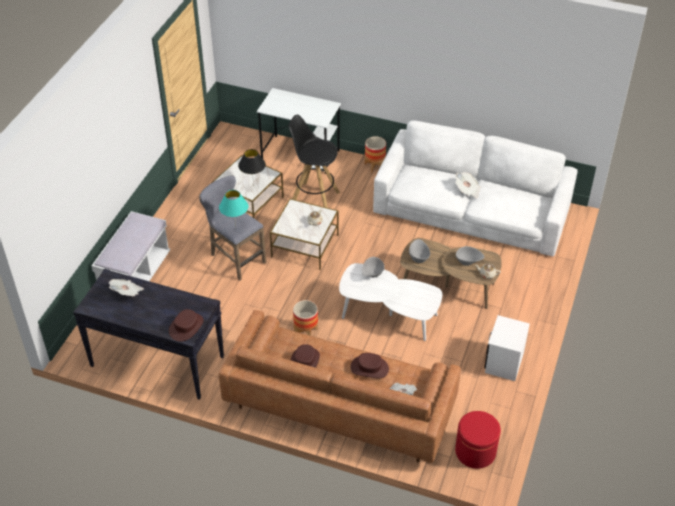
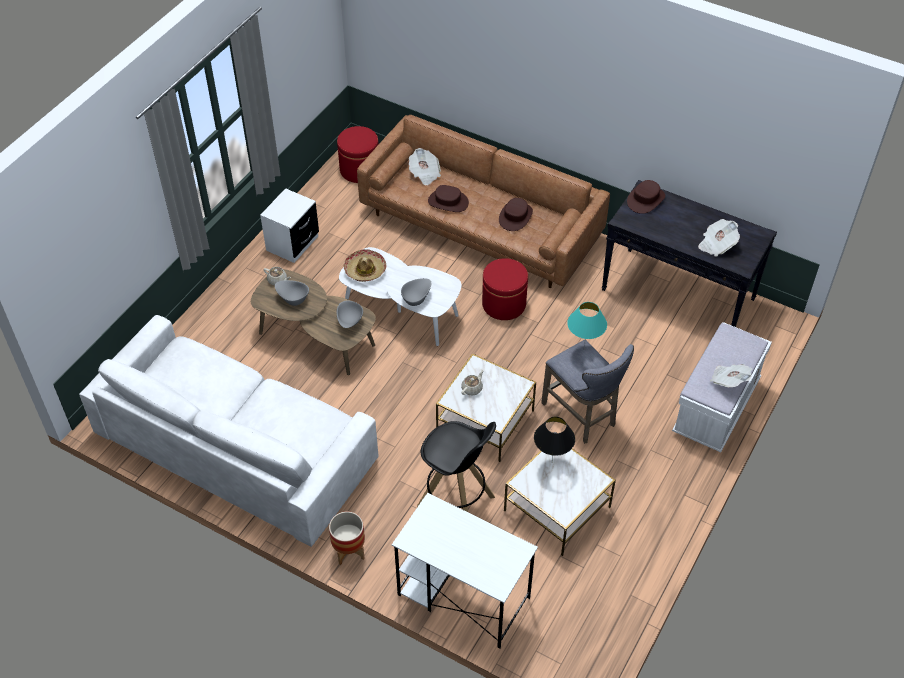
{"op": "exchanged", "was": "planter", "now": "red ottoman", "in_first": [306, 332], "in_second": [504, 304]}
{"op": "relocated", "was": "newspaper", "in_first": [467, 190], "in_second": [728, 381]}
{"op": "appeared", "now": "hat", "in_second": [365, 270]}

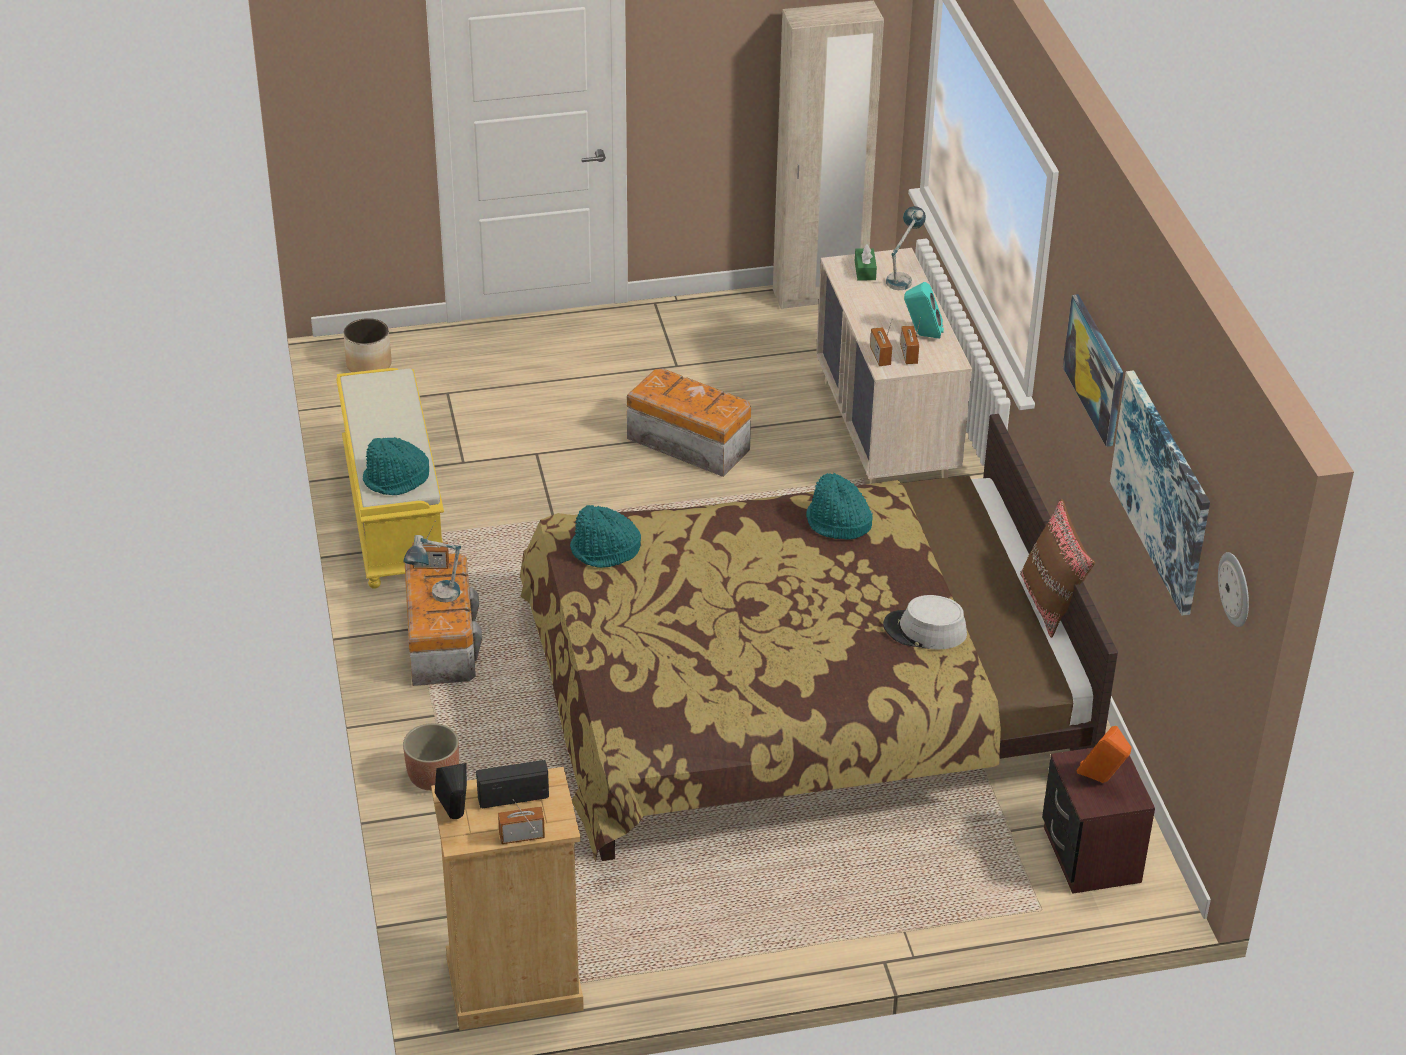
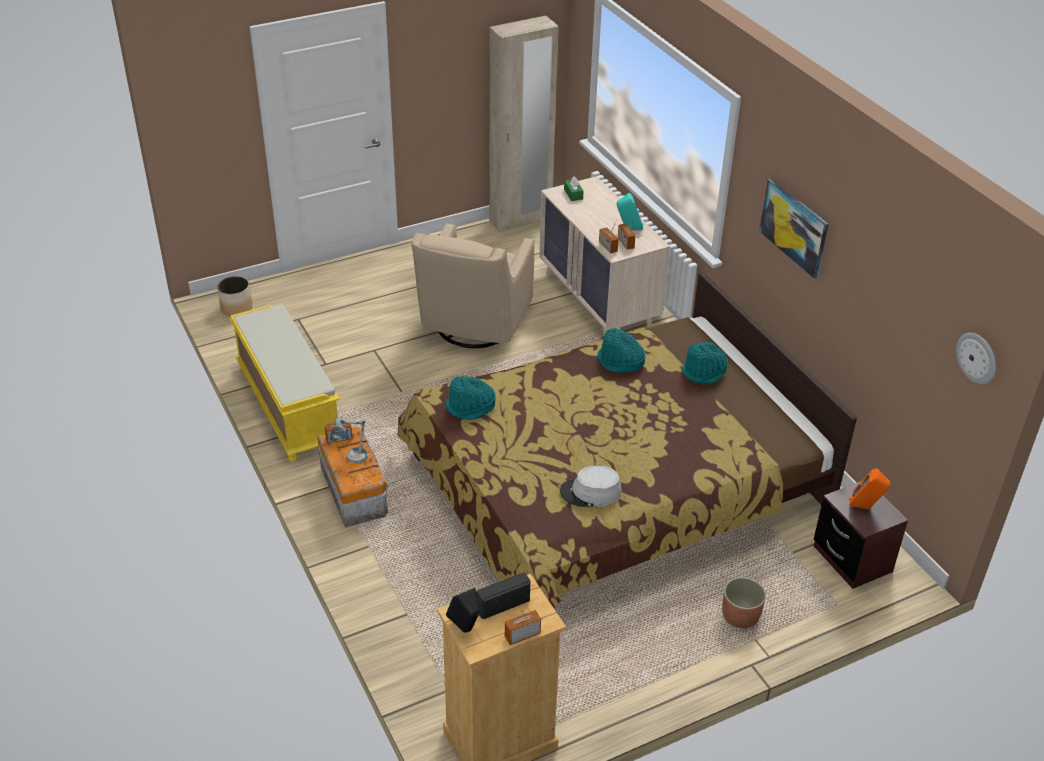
{"op": "relocated", "was": "turquoise hat", "in_first": [396, 479], "in_second": [704, 372]}
{"op": "relocated", "was": "planter", "in_first": [433, 776], "in_second": [740, 616]}
{"op": "exchanged", "was": "storage box", "now": "beige armchair", "in_first": [688, 442], "in_second": [473, 327]}
{"op": "relocated", "was": "grey hat", "in_first": [925, 630], "in_second": [590, 492]}
{"op": "missing", "was": "table lamp", "in_first": [903, 277]}
{"op": "missing", "was": "brown pillow", "in_first": [1051, 603]}
{"op": "missing", "was": "picture", "in_first": [1162, 490]}

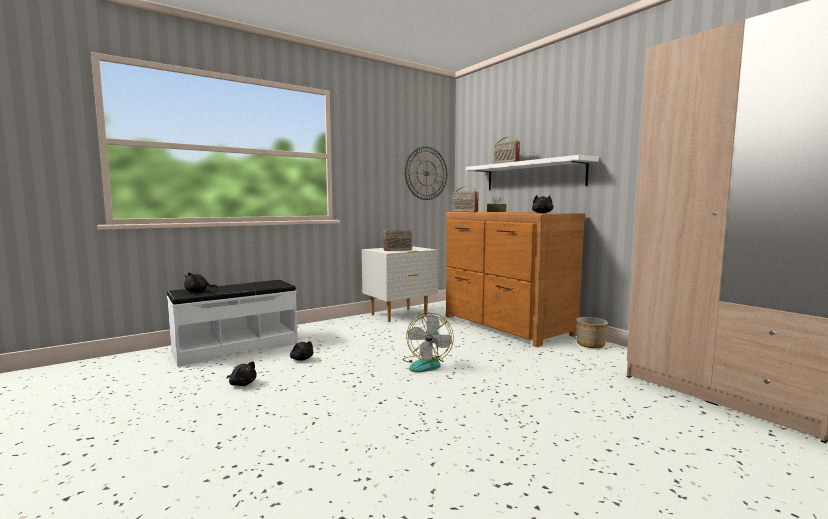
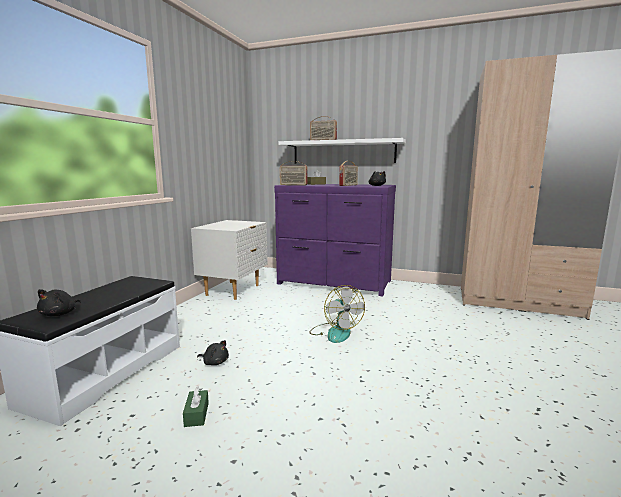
{"op": "exchanged", "was": "black plush toy", "now": "green tissue box", "in_first": [242, 384], "in_second": [196, 414]}
{"op": "relocated", "was": "radio", "in_first": [398, 250], "in_second": [348, 185]}
{"op": "missing", "was": "wall clock", "in_first": [426, 173]}
{"op": "colour", "was": "brown dresser", "now": "purple dresser", "in_first": [505, 325], "in_second": [334, 283]}
{"op": "missing", "was": "planter", "in_first": [591, 344]}

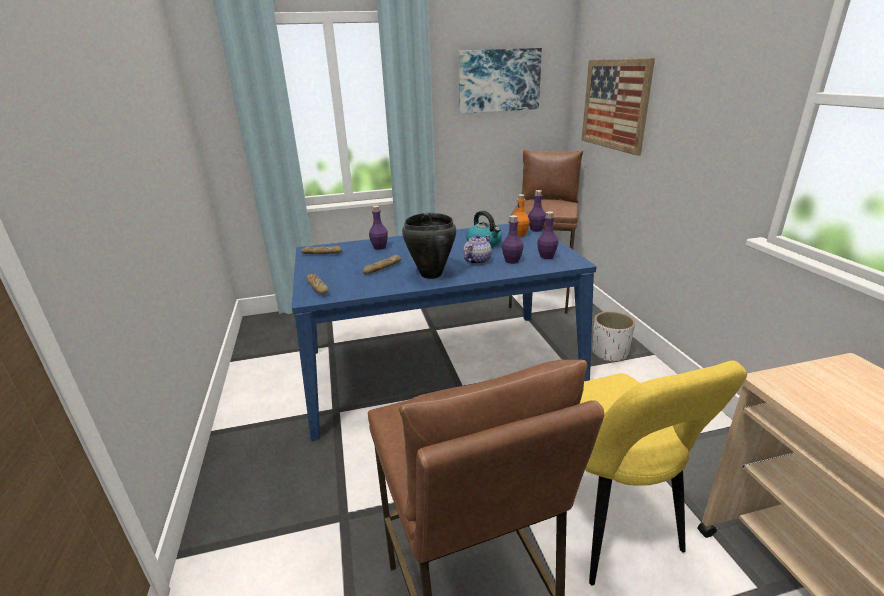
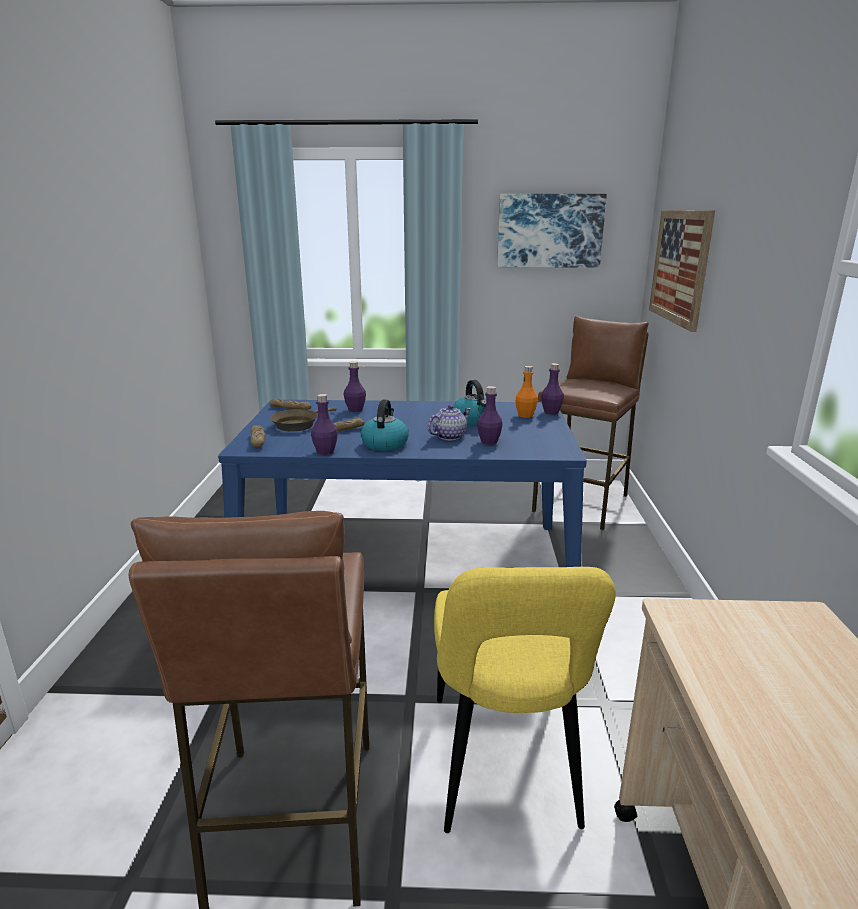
{"op": "exchanged", "was": "black cooking pot", "now": "kettle", "in_first": [430, 274], "in_second": [384, 443]}
{"op": "relocated", "was": "purple bottle", "in_first": [546, 256], "in_second": [325, 451]}
{"op": "missing", "was": "white planter", "in_first": [610, 353]}
{"op": "appeared", "now": "brown frying pan", "in_second": [298, 424]}

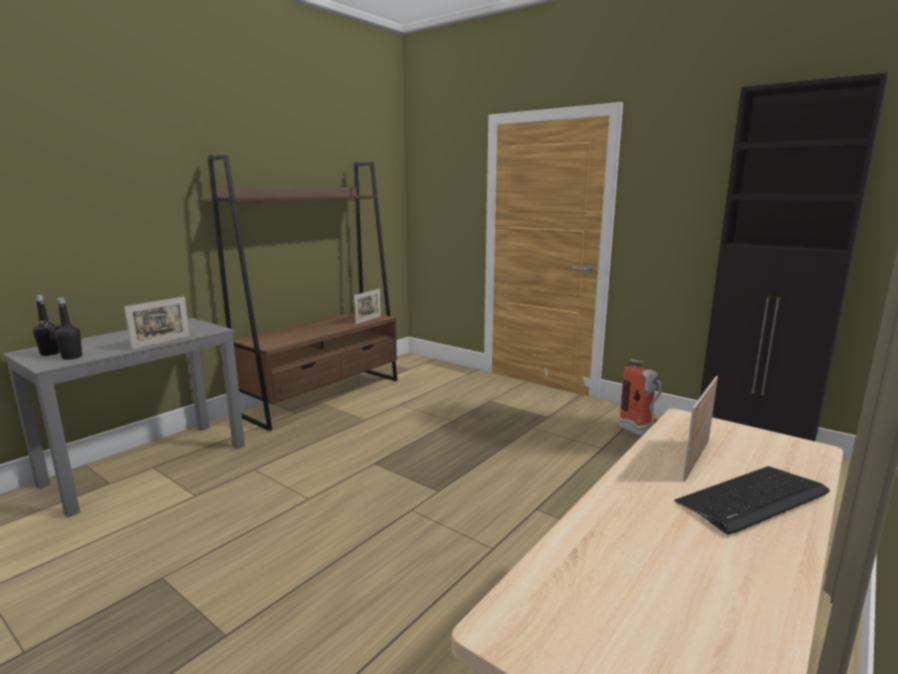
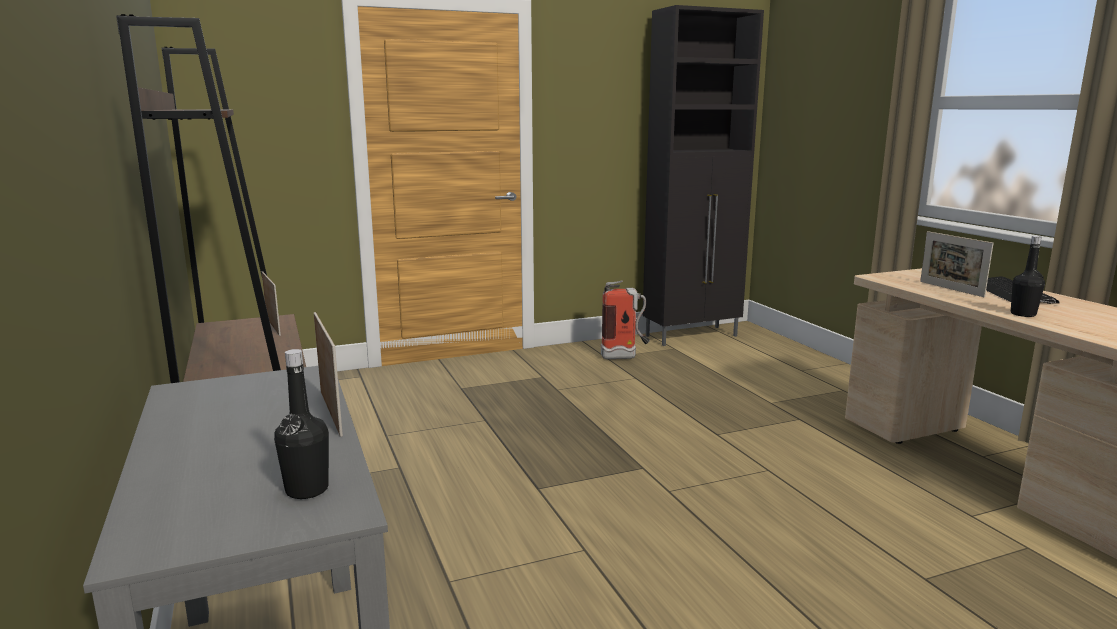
{"op": "relocated", "was": "black bottle", "in_first": [50, 353], "in_second": [1023, 314]}

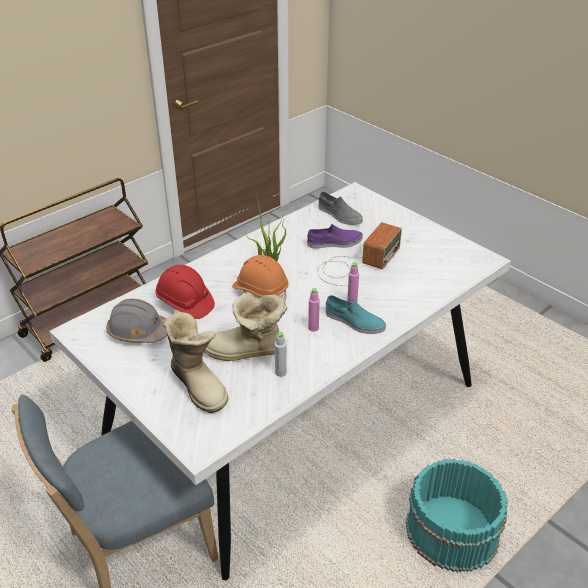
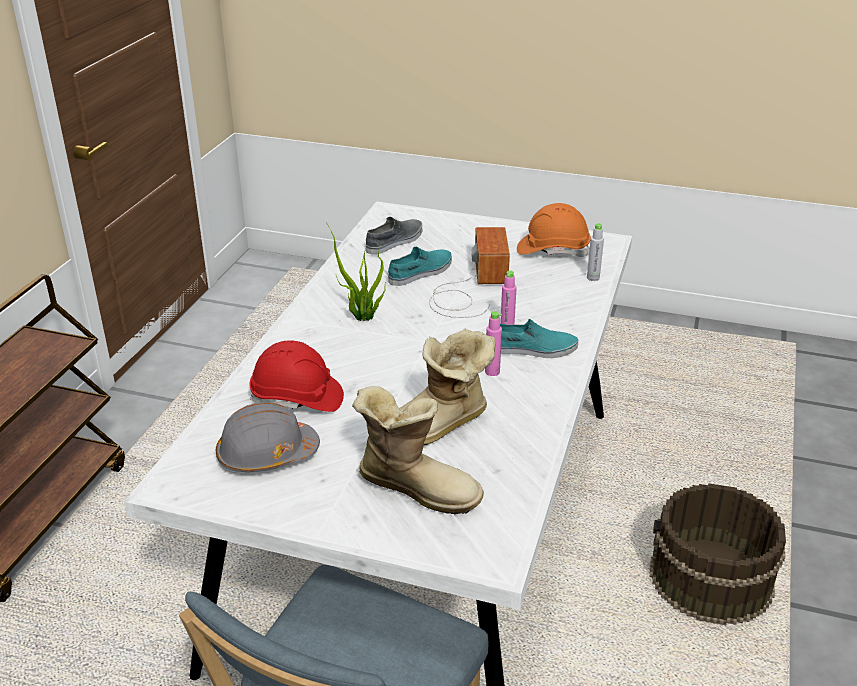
{"op": "relocated", "was": "orange hard hat", "in_first": [260, 290], "in_second": [552, 250]}
{"op": "relocated", "was": "grey bottle", "in_first": [280, 372], "in_second": [593, 278]}
{"op": "colour", "was": "purple shoe", "now": "turquoise shoe", "in_first": [335, 243], "in_second": [421, 272]}
{"op": "spun", "was": "grey shoe", "in_first": [339, 215], "in_second": [395, 241], "clockwise": -60}
{"op": "colour", "was": "turquoise bucket", "now": "brown bucket", "in_first": [451, 532], "in_second": [710, 580]}

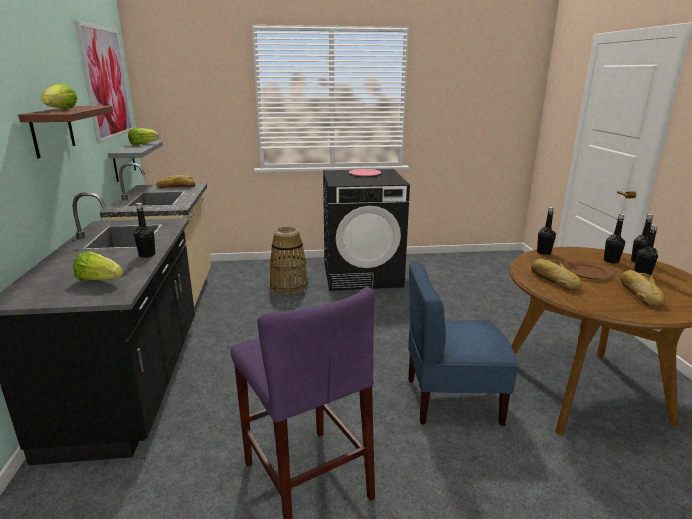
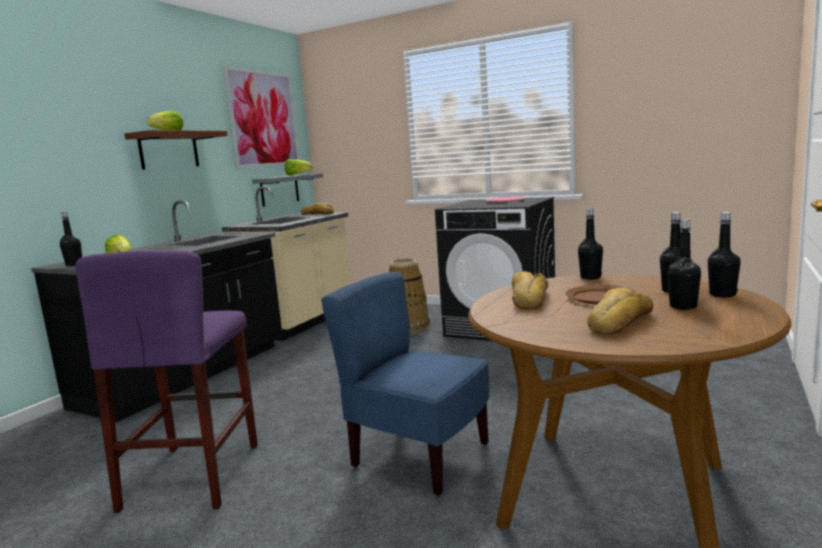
{"op": "relocated", "was": "black bottle", "in_first": [147, 255], "in_second": [74, 265]}

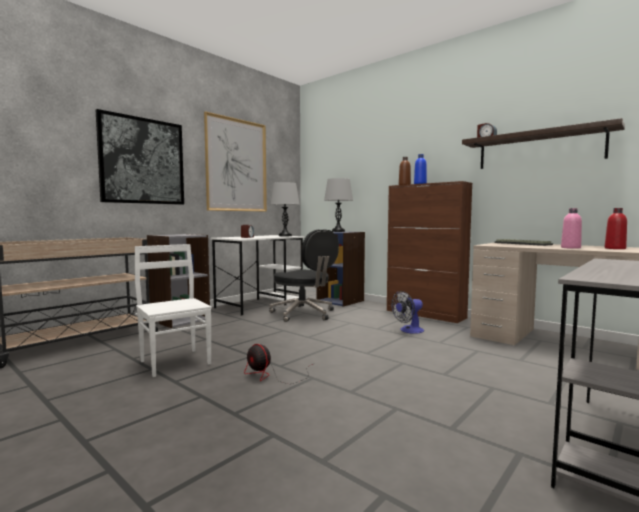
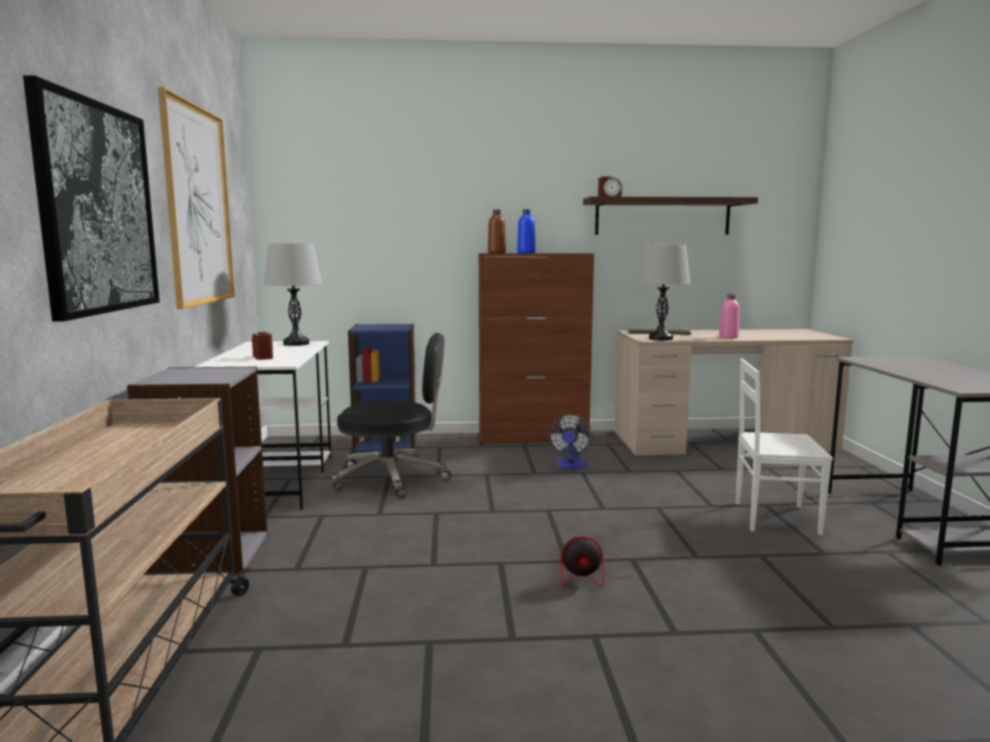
{"op": "relocated", "was": "white chair", "in_first": [176, 362], "in_second": [774, 517]}
{"op": "relocated", "was": "grey table lamp", "in_first": [338, 231], "in_second": [660, 338]}
{"op": "missing", "was": "red bottle", "in_first": [615, 248]}

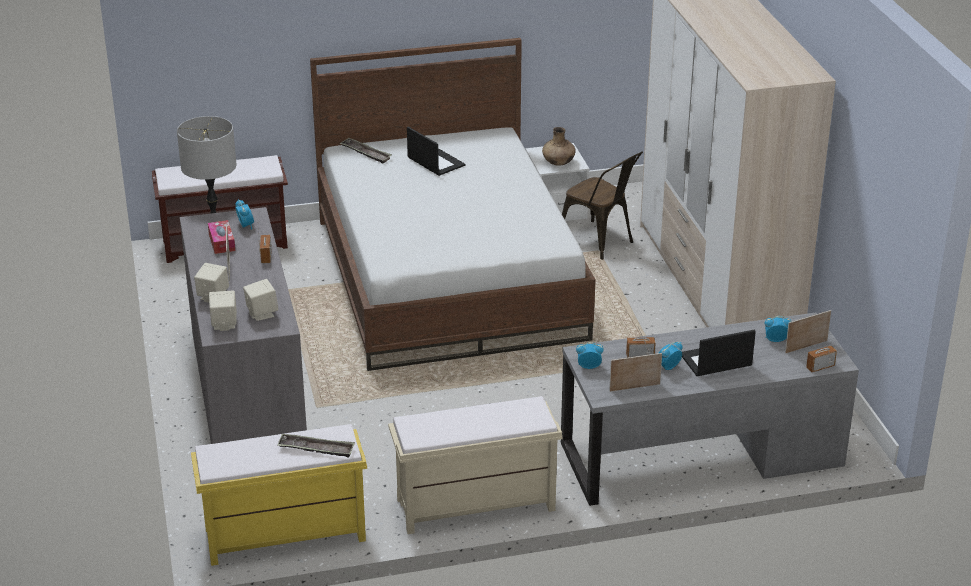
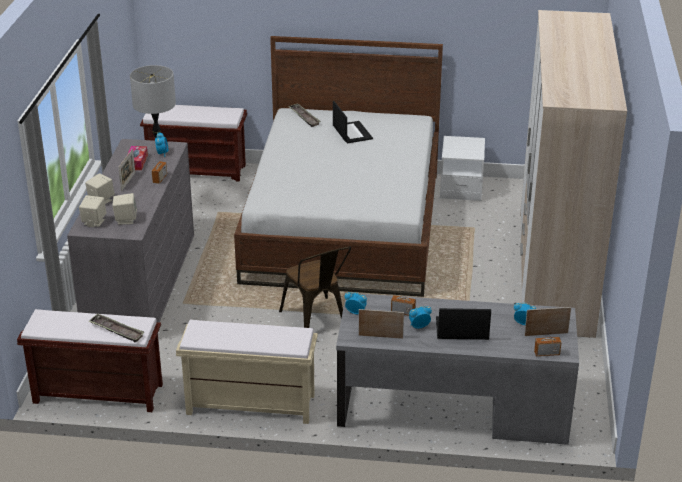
{"op": "colour", "was": "yellow bench", "now": "brown bench", "in_first": [283, 536], "in_second": [96, 394]}
{"op": "missing", "was": "brown vase", "in_first": [558, 163]}
{"op": "relocated", "was": "brown chair", "in_first": [600, 243], "in_second": [316, 321]}

